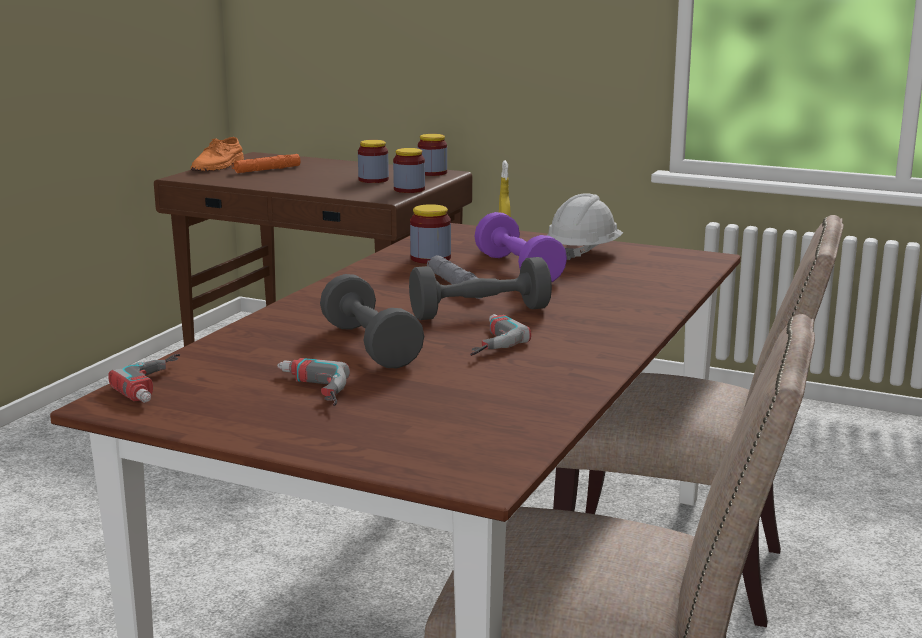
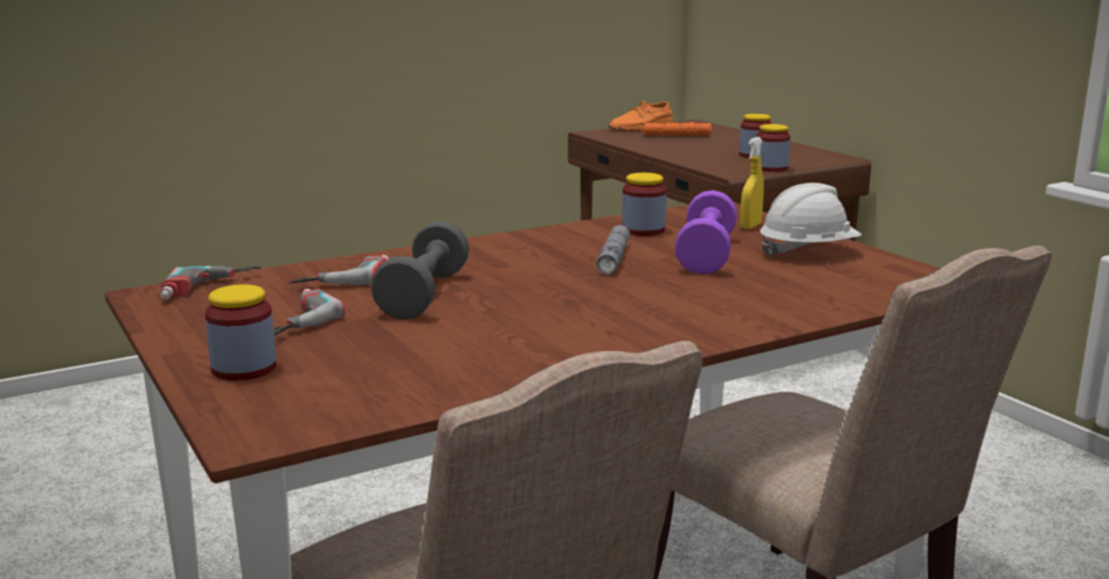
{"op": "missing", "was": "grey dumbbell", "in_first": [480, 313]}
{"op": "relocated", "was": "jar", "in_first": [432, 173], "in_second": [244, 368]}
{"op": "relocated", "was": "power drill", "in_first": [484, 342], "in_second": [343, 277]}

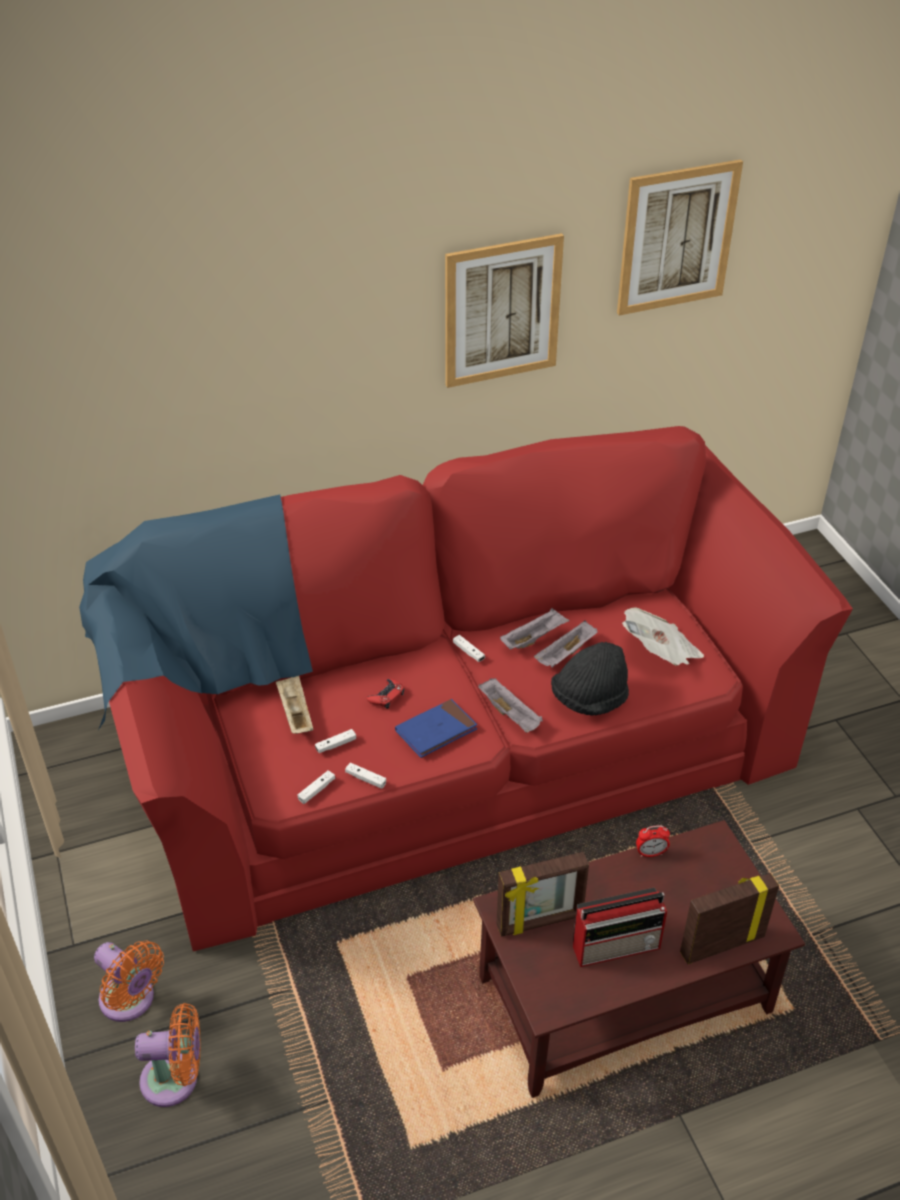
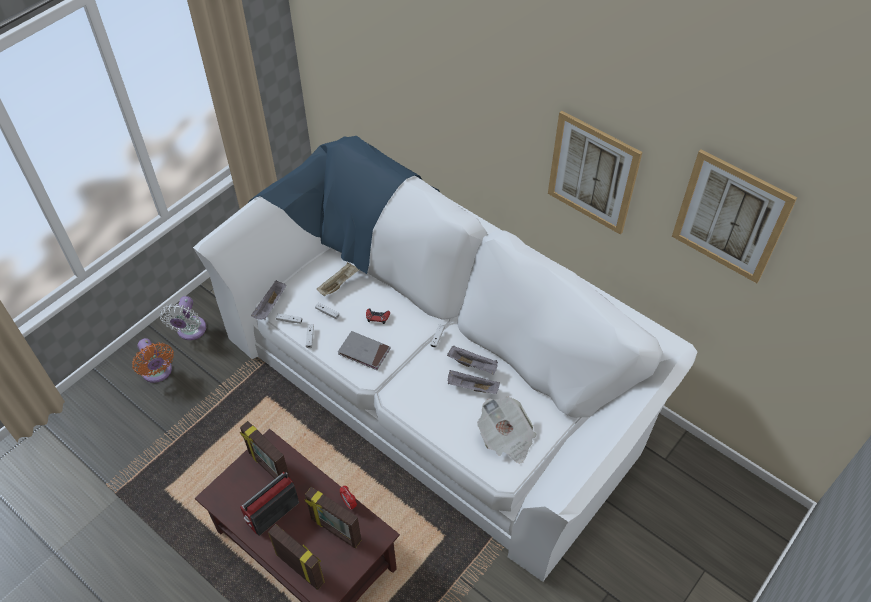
{"op": "colour", "was": "red sofa", "now": "white sofa", "in_first": [454, 743], "in_second": [435, 381]}
{"op": "colour", "was": "orange fan", "now": "white fan", "in_first": [131, 1001], "in_second": [190, 331]}
{"op": "colour", "was": "blue book", "now": "grey book", "in_first": [436, 731], "in_second": [364, 352]}
{"op": "relocated", "was": "grey tray", "in_first": [510, 714], "in_second": [270, 306]}
{"op": "missing", "was": "black hat", "in_first": [589, 699]}
{"op": "spun", "was": "radio", "in_first": [617, 946], "in_second": [272, 513], "clockwise": 90}
{"op": "appeared", "now": "picture frame", "in_second": [335, 530]}

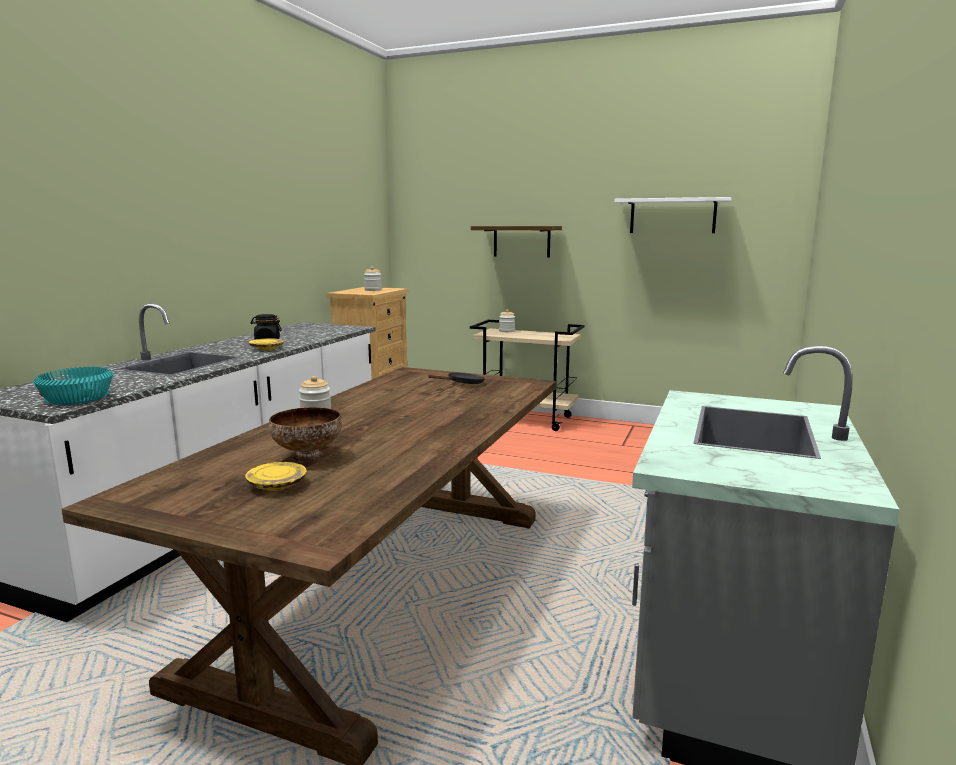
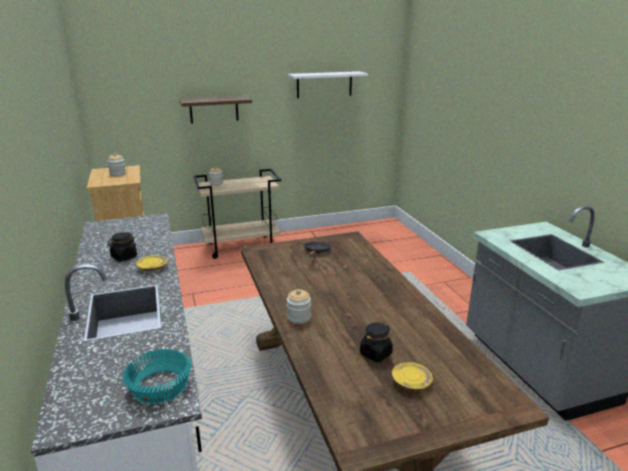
{"op": "exchanged", "was": "bowl", "now": "black jar", "in_first": [307, 457], "in_second": [376, 354]}

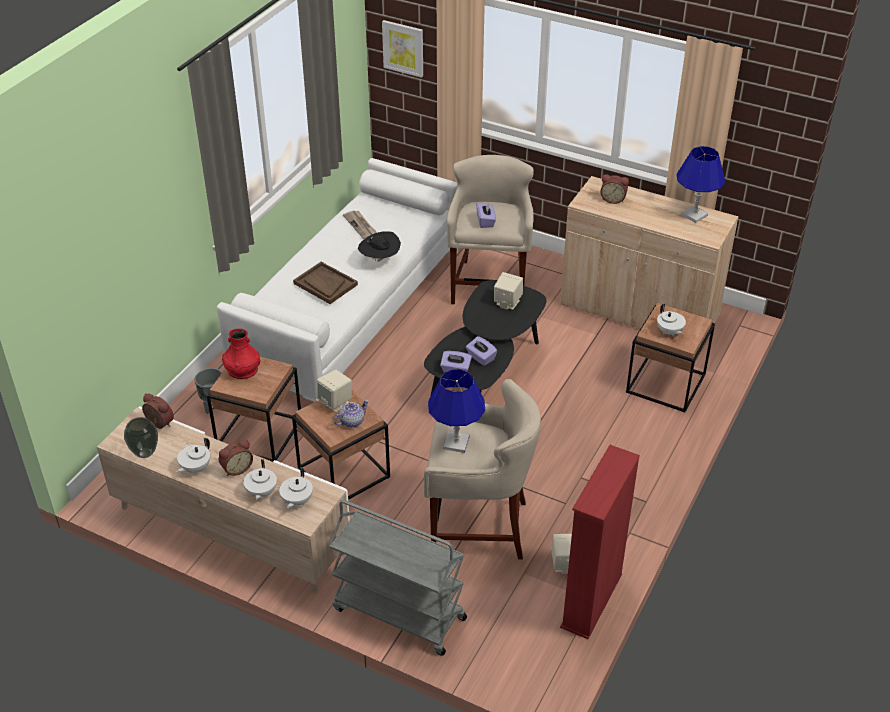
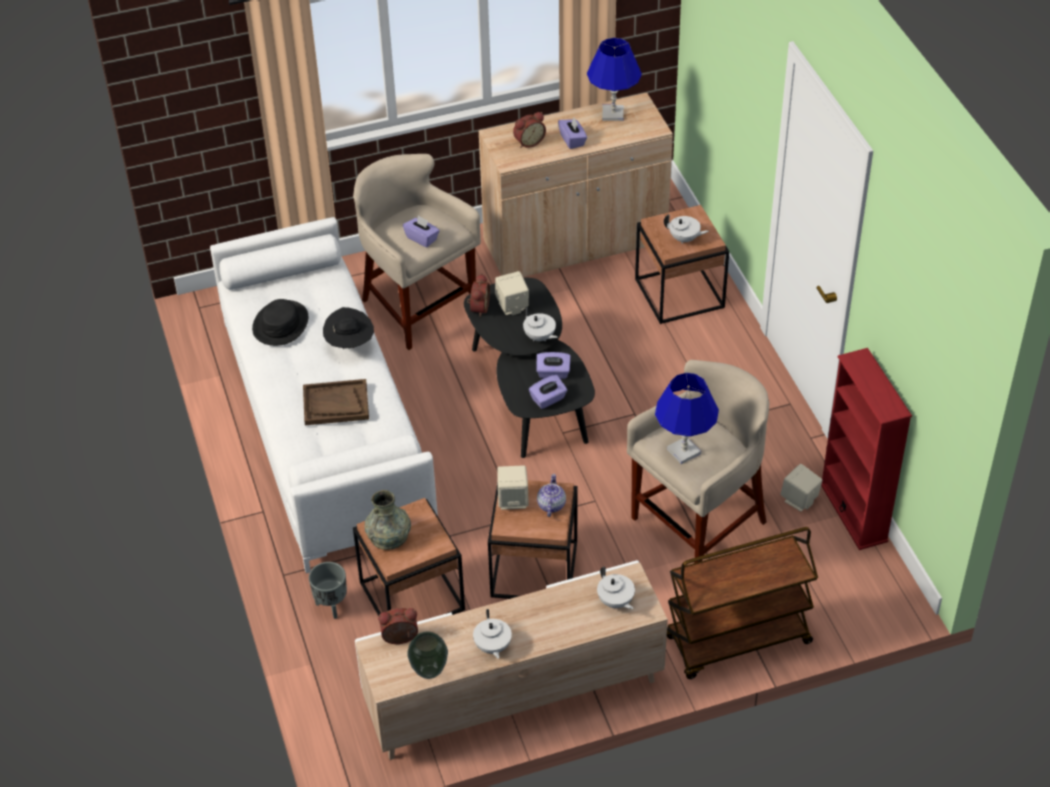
{"op": "relocated", "was": "alarm clock", "in_first": [236, 468], "in_second": [478, 308]}
{"op": "colour", "was": "red vase", "now": "grey vase", "in_first": [242, 370], "in_second": [389, 536]}
{"op": "relocated", "was": "white teapot", "in_first": [261, 492], "in_second": [539, 337]}
{"op": "colour", "was": "grey cart", "now": "brown cart", "in_first": [398, 614], "in_second": [737, 641]}
{"op": "exchanged", "was": "newspaper", "now": "black hat", "in_first": [360, 225], "in_second": [281, 324]}
{"op": "missing", "was": "picture", "in_first": [403, 48]}
{"op": "appeared", "now": "purple tissue box", "in_second": [572, 140]}

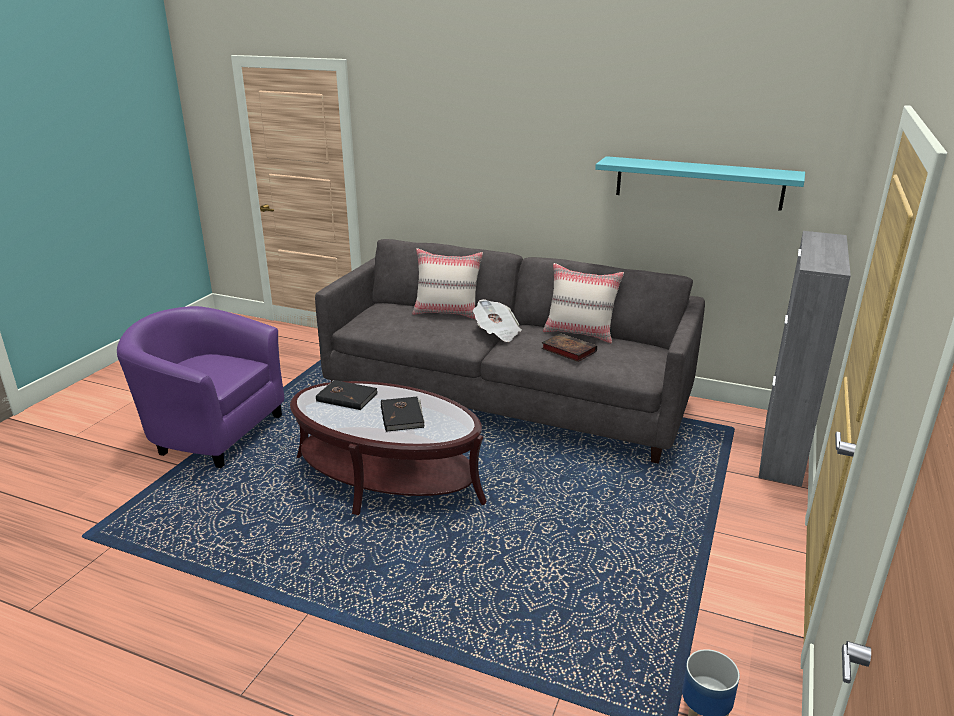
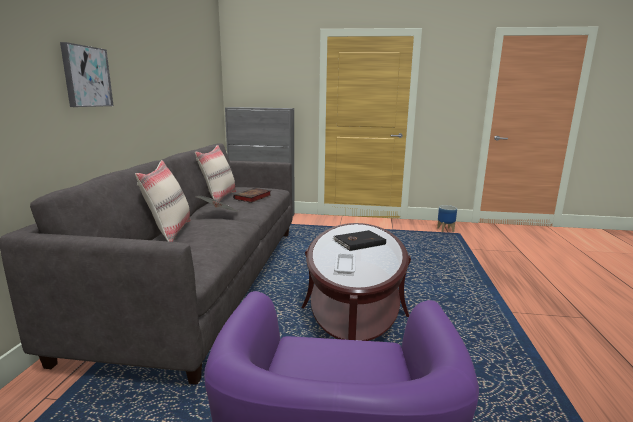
{"op": "exchanged", "was": "black book", "now": "white tray", "in_first": [347, 397], "in_second": [345, 265]}
{"op": "missing", "was": "turquoise shelf", "in_first": [698, 183]}
{"op": "appeared", "now": "picture", "in_second": [86, 76]}

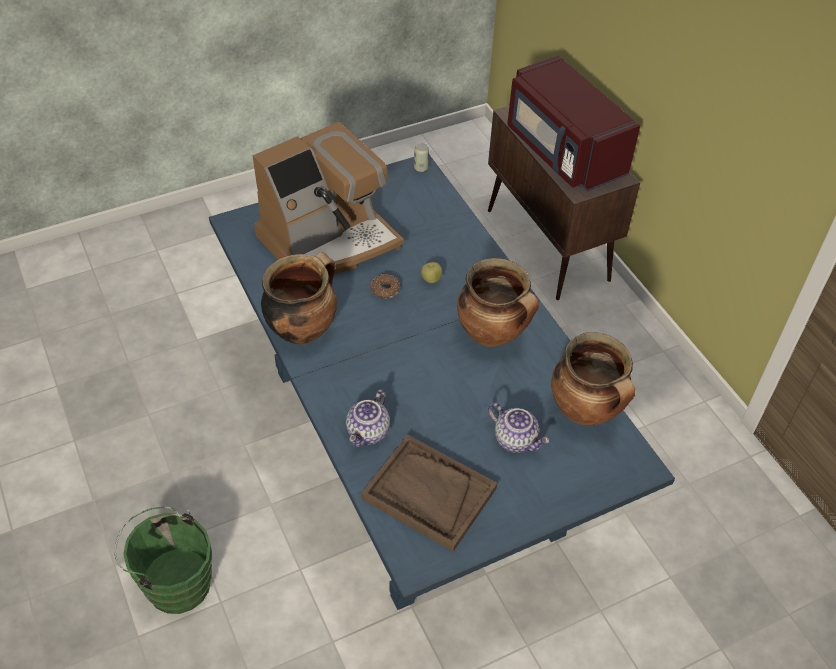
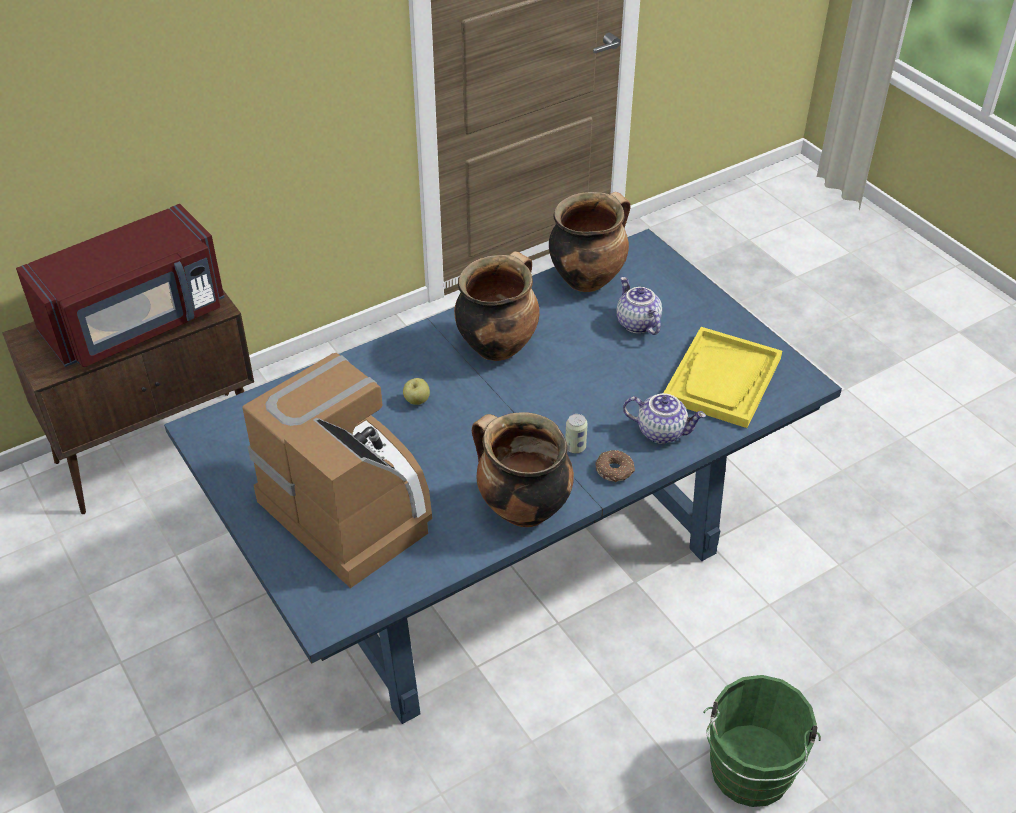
{"op": "colour", "was": "brown tray", "now": "yellow tray", "in_first": [428, 493], "in_second": [722, 380]}
{"op": "relocated", "was": "donut", "in_first": [385, 290], "in_second": [615, 471]}
{"op": "relocated", "was": "can", "in_first": [421, 168], "in_second": [575, 447]}
{"op": "spun", "was": "teapot", "in_first": [516, 439], "in_second": [636, 324], "clockwise": -60}

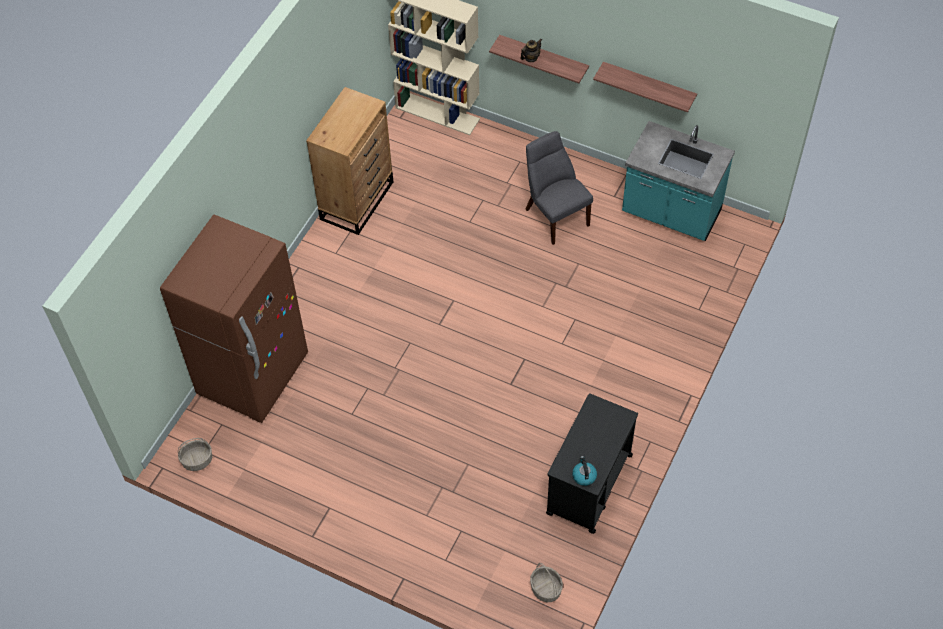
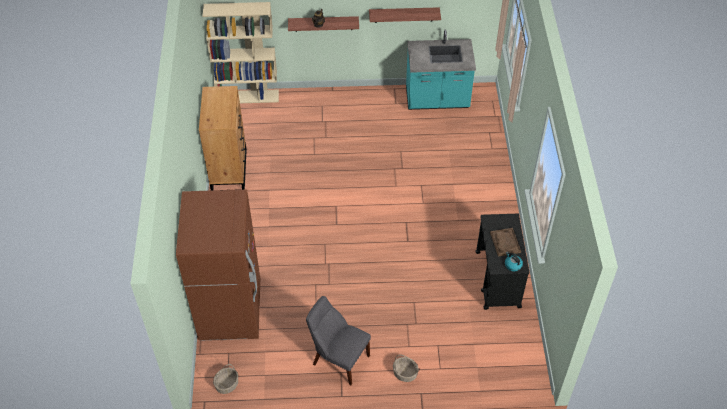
{"op": "relocated", "was": "grey chair", "in_first": [555, 215], "in_second": [338, 359]}
{"op": "relocated", "was": "basket", "in_first": [545, 589], "in_second": [404, 373]}
{"op": "appeared", "now": "brown tray", "in_second": [505, 242]}

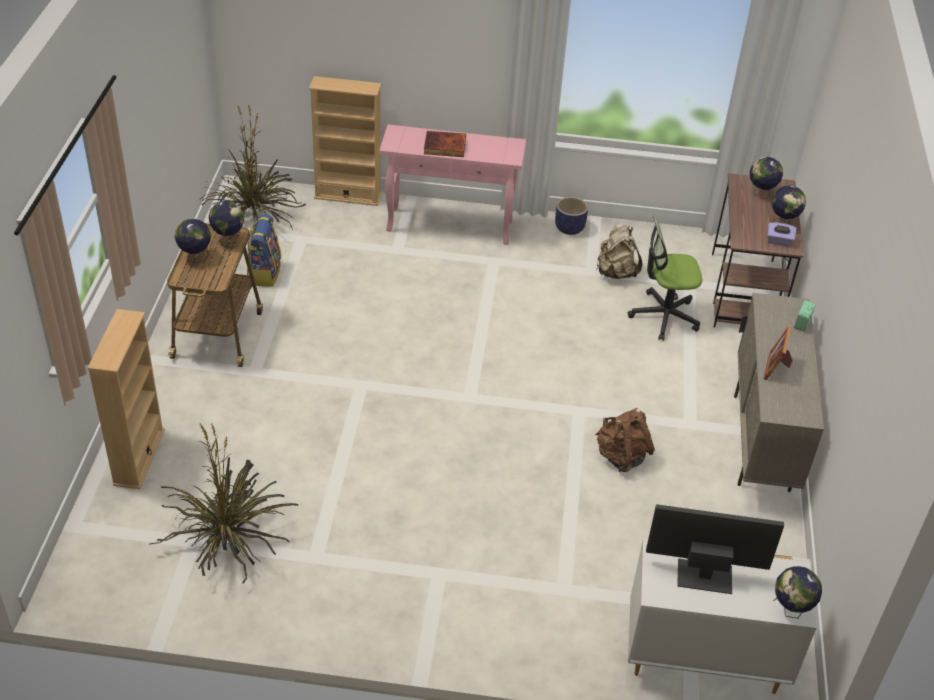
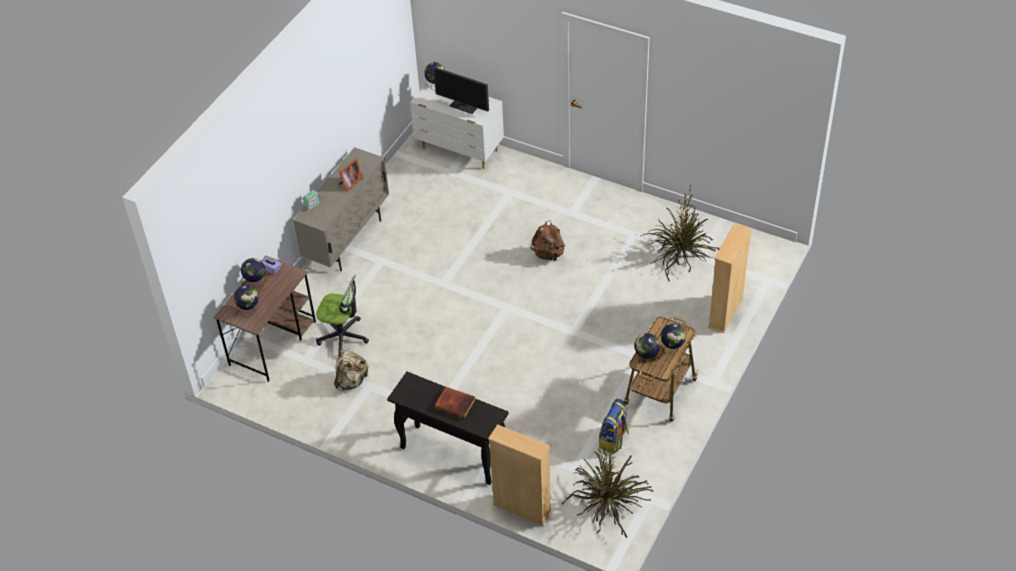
{"op": "colour", "was": "pink console table", "now": "black console table", "in_first": [451, 226], "in_second": [451, 454]}
{"op": "missing", "was": "planter", "in_first": [570, 228]}
{"op": "relocated", "was": "brown backpack", "in_first": [621, 457], "in_second": [548, 254]}

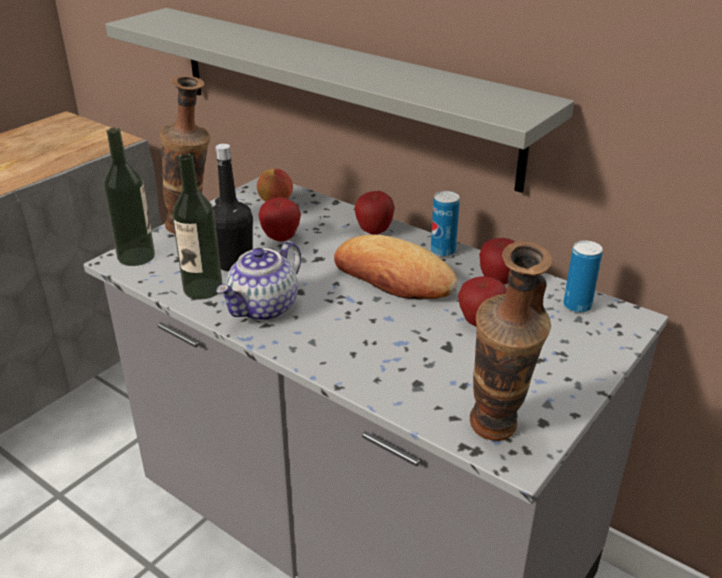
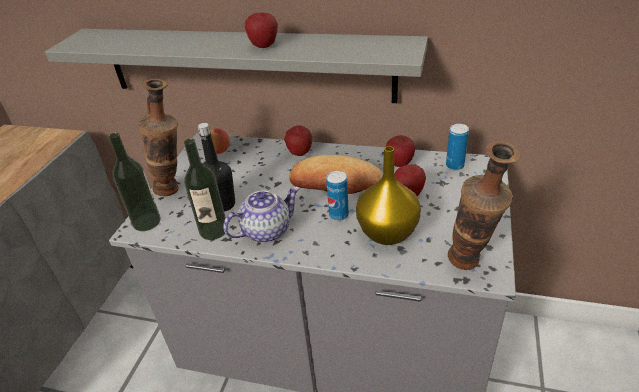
{"op": "spun", "was": "teapot", "in_first": [264, 308], "in_second": [266, 230], "clockwise": -135}
{"op": "relocated", "was": "apple", "in_first": [281, 238], "in_second": [264, 46]}
{"op": "relocated", "was": "can", "in_first": [443, 251], "in_second": [338, 215]}
{"op": "appeared", "now": "yellow vase", "in_second": [388, 233]}

